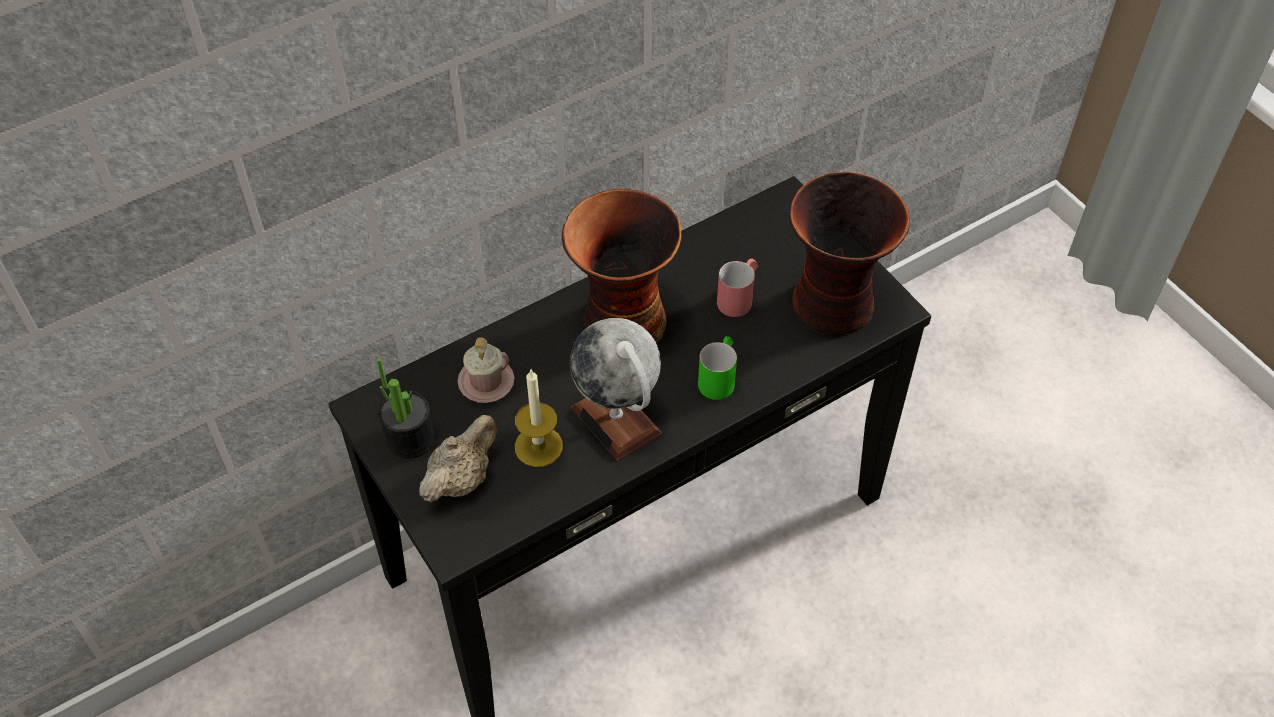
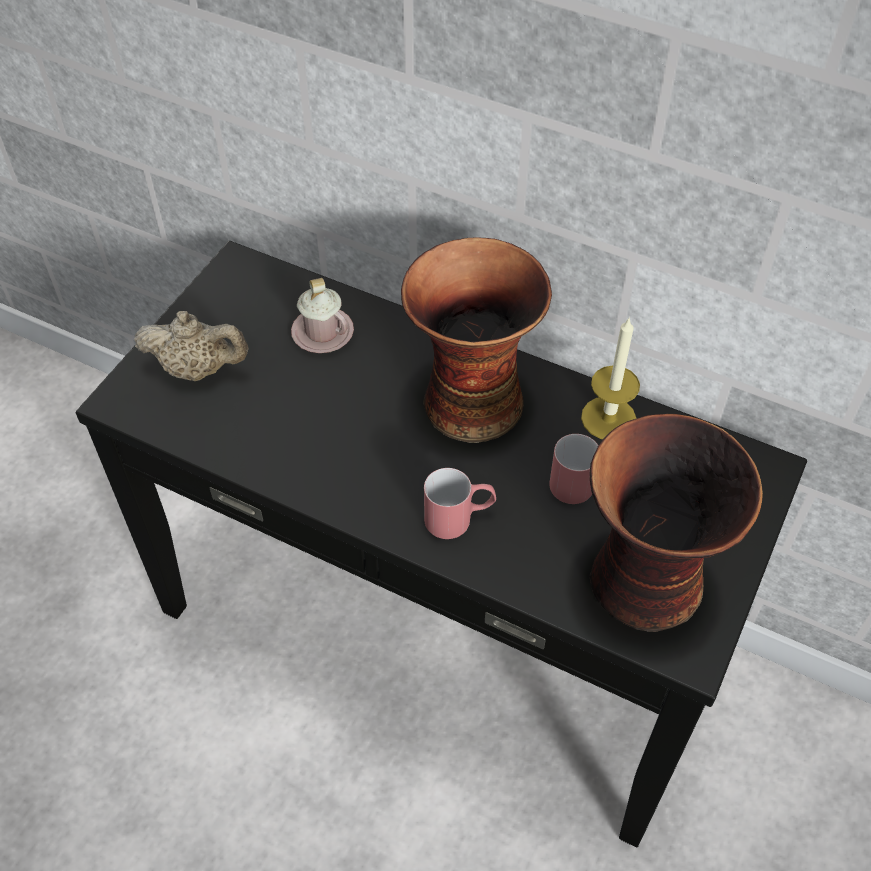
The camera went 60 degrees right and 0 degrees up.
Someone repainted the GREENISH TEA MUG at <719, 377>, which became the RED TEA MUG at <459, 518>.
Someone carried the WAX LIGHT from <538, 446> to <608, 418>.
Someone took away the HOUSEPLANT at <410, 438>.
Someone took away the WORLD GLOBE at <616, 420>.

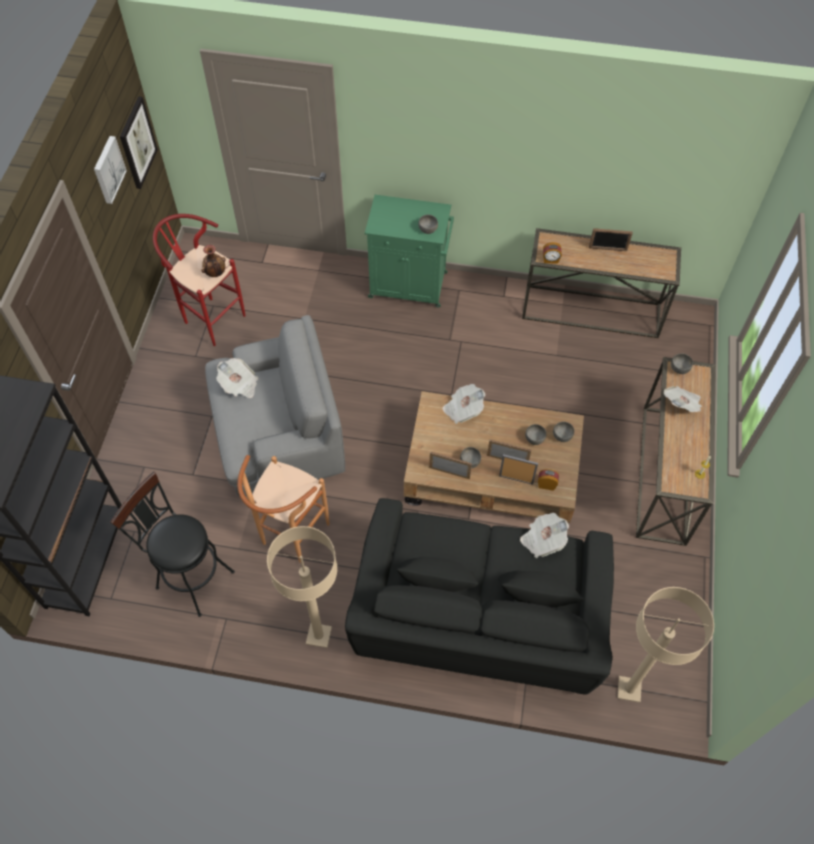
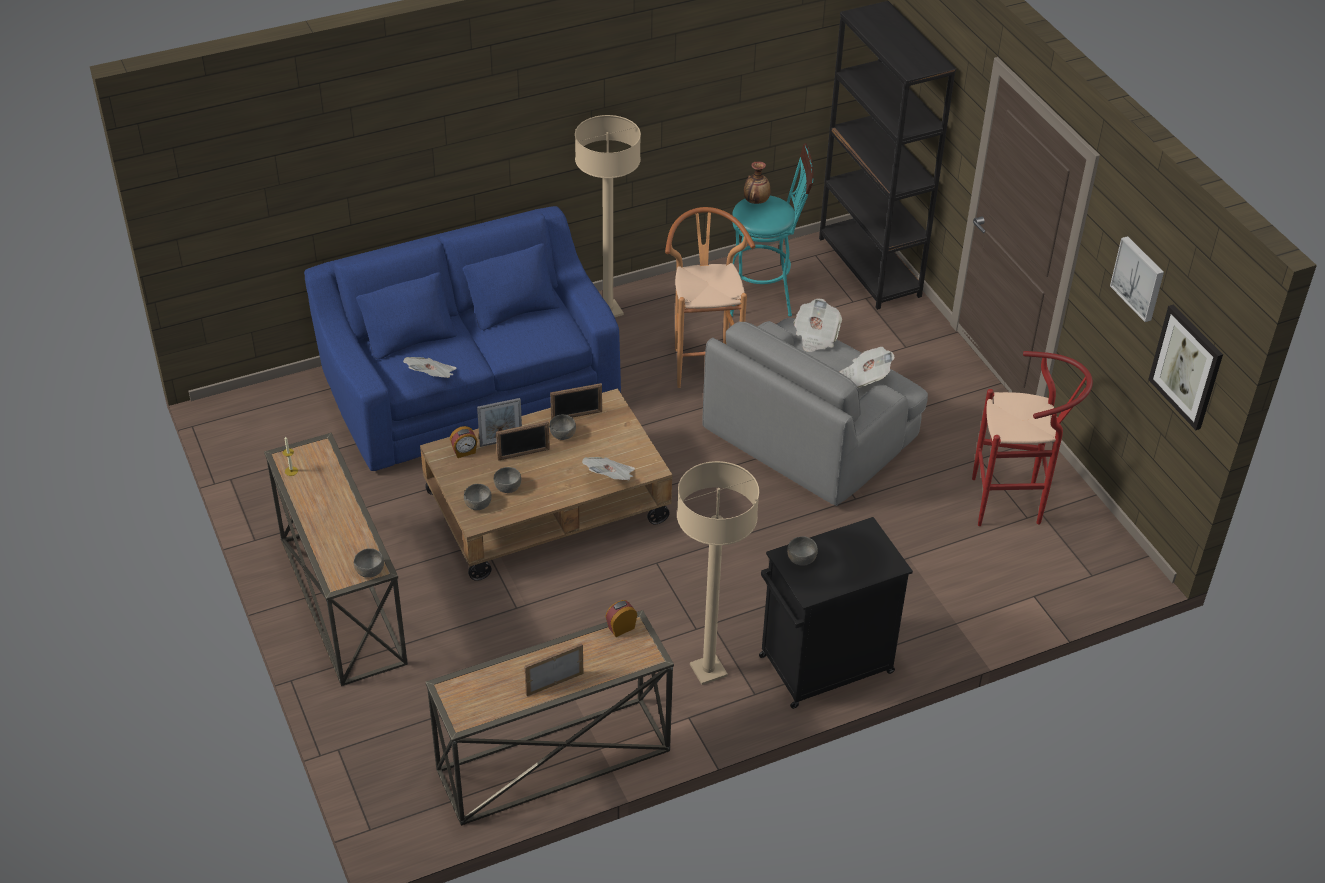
The camera went 145 degrees right and 15 degrees down.
Someone repainted the BLACKISH COUCH at <478, 617>, which became the BLUE-COLOURED COUCH at <469, 386>.
Someone carried the BEIGE STANDING LAMP from <629, 689> to <708, 670>.
Someone repainted the BLACKISH STOOL SEAT at <189, 576>, which became the TURQUOISE-COLOURED STOOL SEAT at <765, 296>.
Someone carried the FLOWER VASE from <215, 273> to <755, 201>.
Someone repainted the GREENISH CABINET at <409, 285>, which became the BLACKISH CABINET at <823, 666>.
Someone carried the PRINTED PAPER from <681, 404> to <815, 336>.

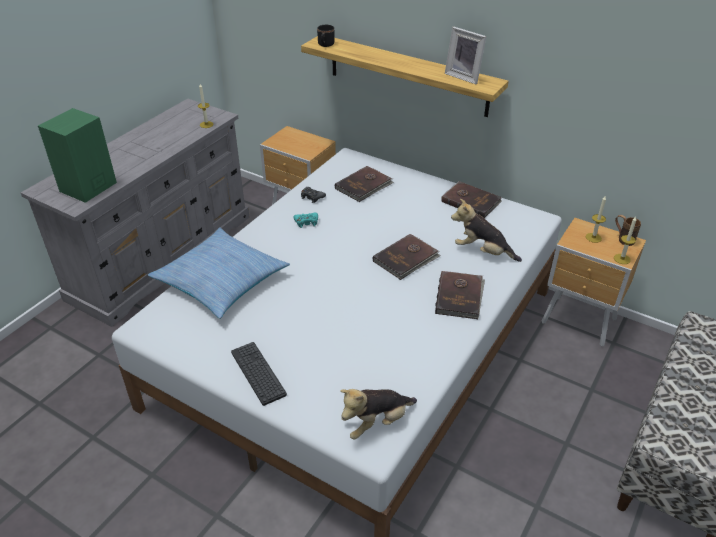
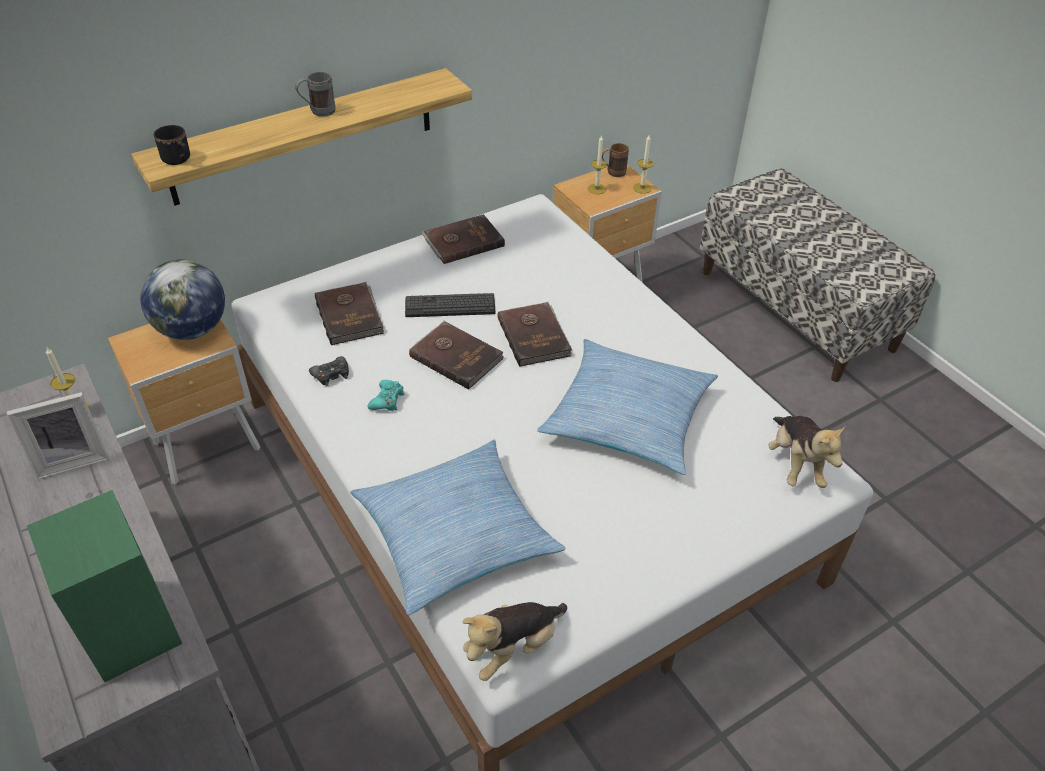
The camera went 65 degrees left and 5 degrees up.
Someone carried the PHOTO FRAME from <464, 76> to <72, 459>.
Someone put down the WORLD GLOBE at <192, 330>.
Someone put down the GREY TEA MUG at <317, 112>.
Someone carried the KEYBOARD from <258, 373> to <450, 306>.
Someone carried the BROWN-COLOURED BOUND BOOK from <460, 296> to <456, 356>.
Someone carried the SOFT TOY from <482, 252> to <513, 648>.
Someone put down the PILLOW at <628, 417>.

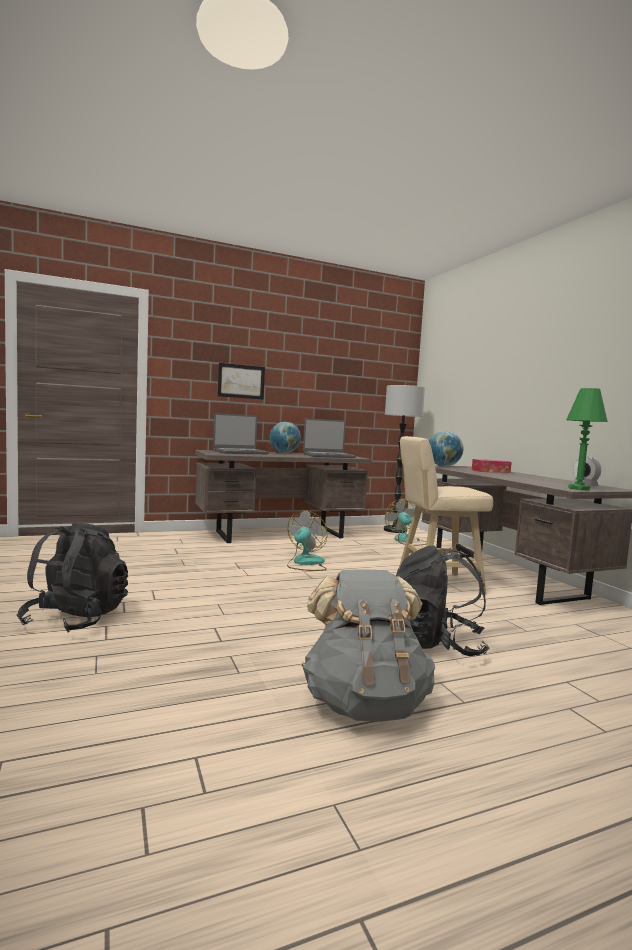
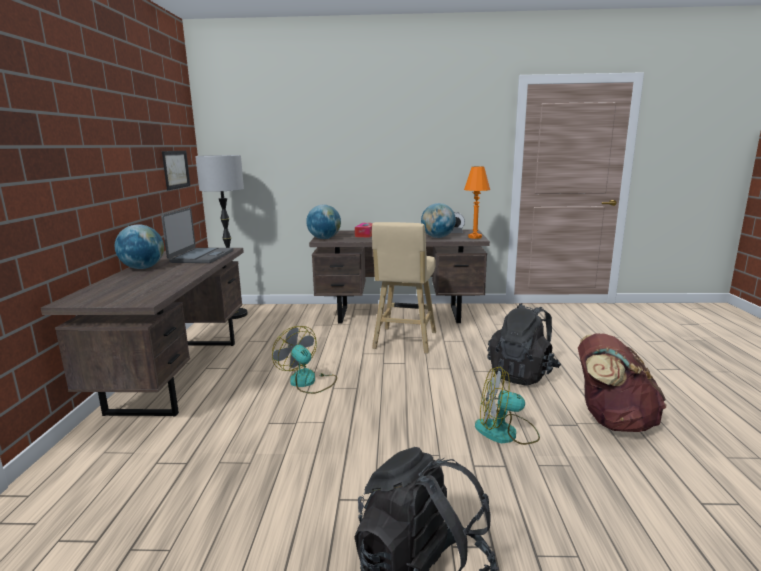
The camera went 65 degrees left and 10 degrees up.
Someone carried the PICTURE from <241, 381> to <176, 169>.
Someone put down the WORLD GLOBE at <437, 237>.
Someone repainted the GREENISH TABLETOP LAMP at <579, 489>, which became the ORANGEY TABLETOP LAMP at <475, 237>.
Someone carried the FAN from <406, 541> to <506, 432>.
Someone repainted the GREY KNAPSACK at <365, 703>, which became the BROWN-COLOURED KNAPSACK at <612, 421>.
Someone took away the PORTABLE COMPUTER at <240, 452>.

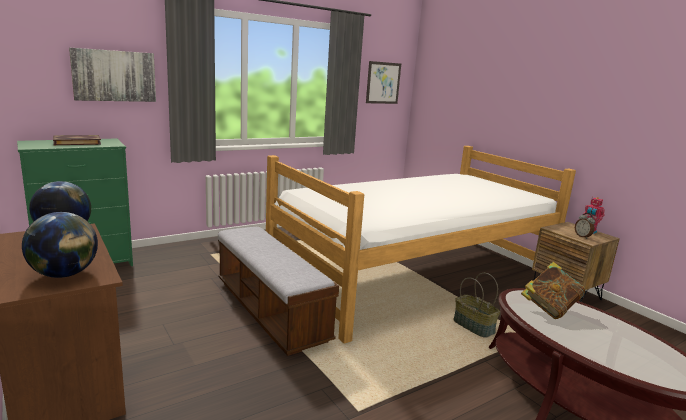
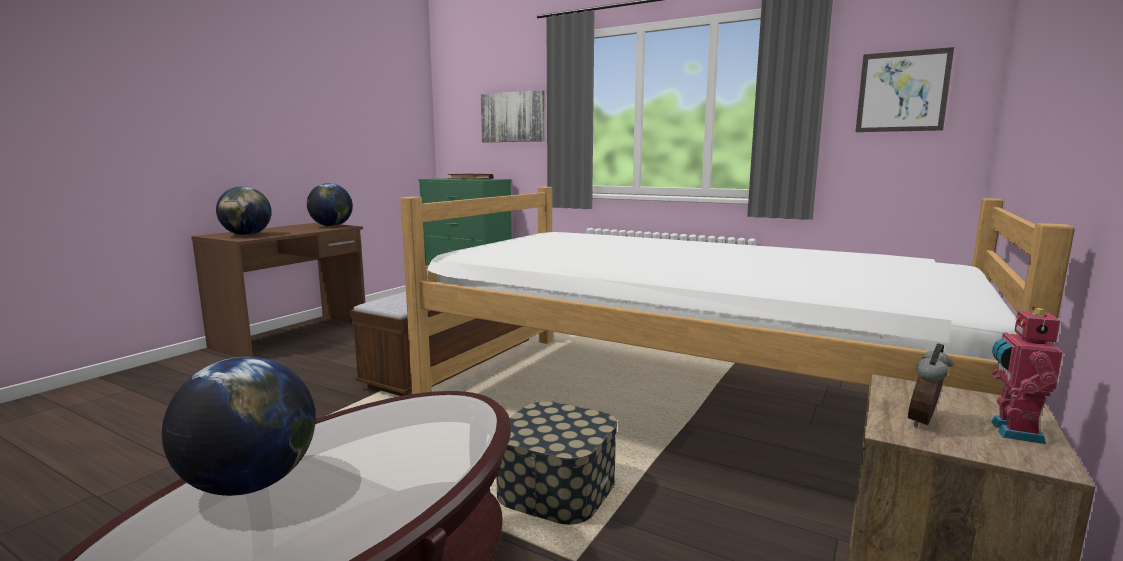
The camera went 65 degrees right and 5 degrees down.
Someone put down the WORLD GLOBE at <250, 484>.
Someone swapped the STORAGE BASKET at <474, 326> for the STORAGE CONTAINER at <556, 489>.
Someone took away the BOUND BOOK at <549, 308>.

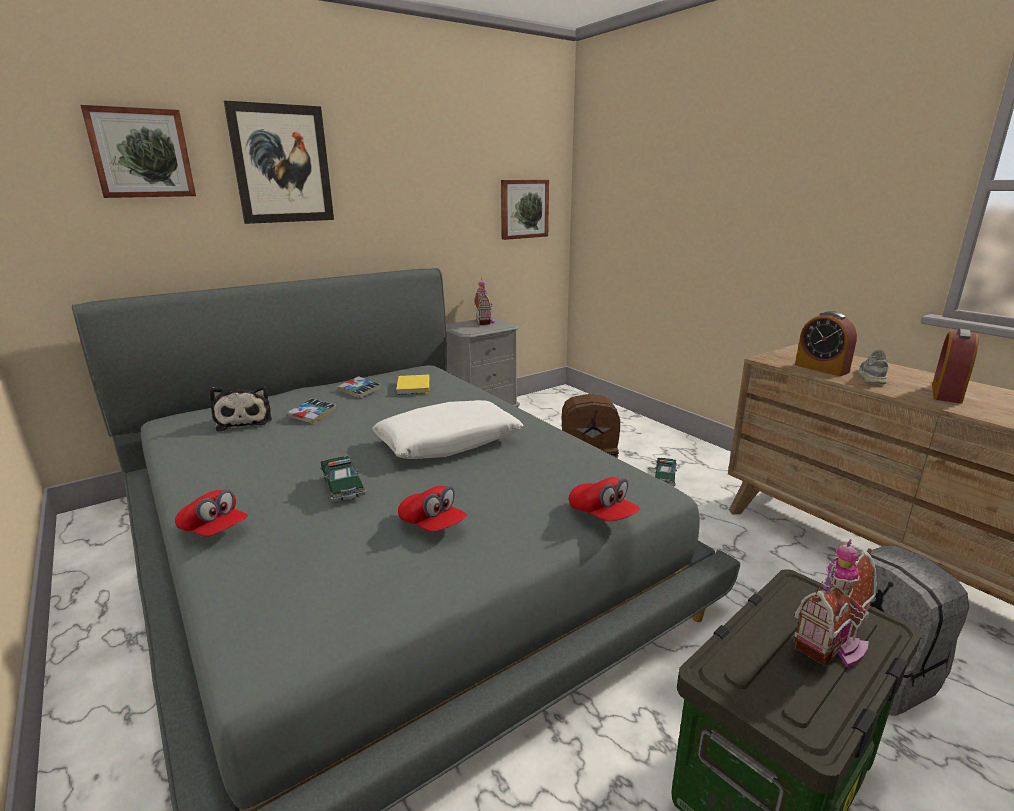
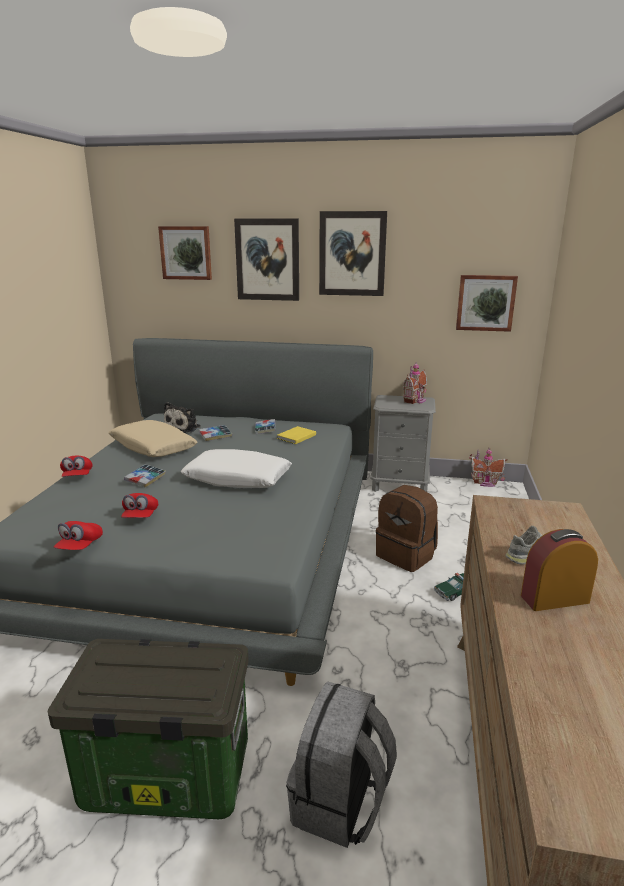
The camera went 45 degrees right and 0 degrees up.
Someone carried the RED CAP from <602, 515> to <80, 546>.
Someone put down the BEIGE PILLOW at <153, 447>.
Someone swapped the TOY CAR at <342, 486> for the BOUND BOOK at <145, 479>.
Someone put up the PICTURE at <352, 254>.
Someone carried the MINIATURE HOUSE from <834, 644> to <485, 483>.
Someone took away the TABLE CLOCK at <821, 368>.

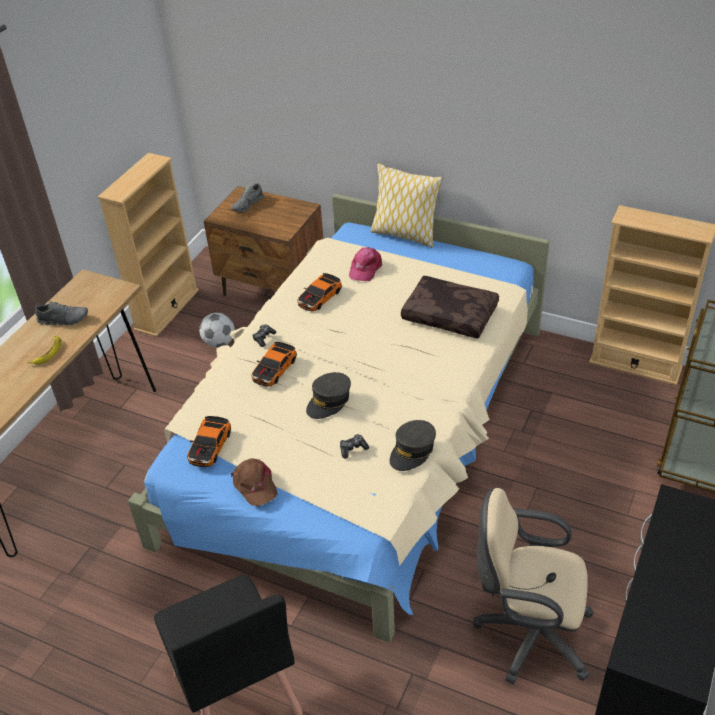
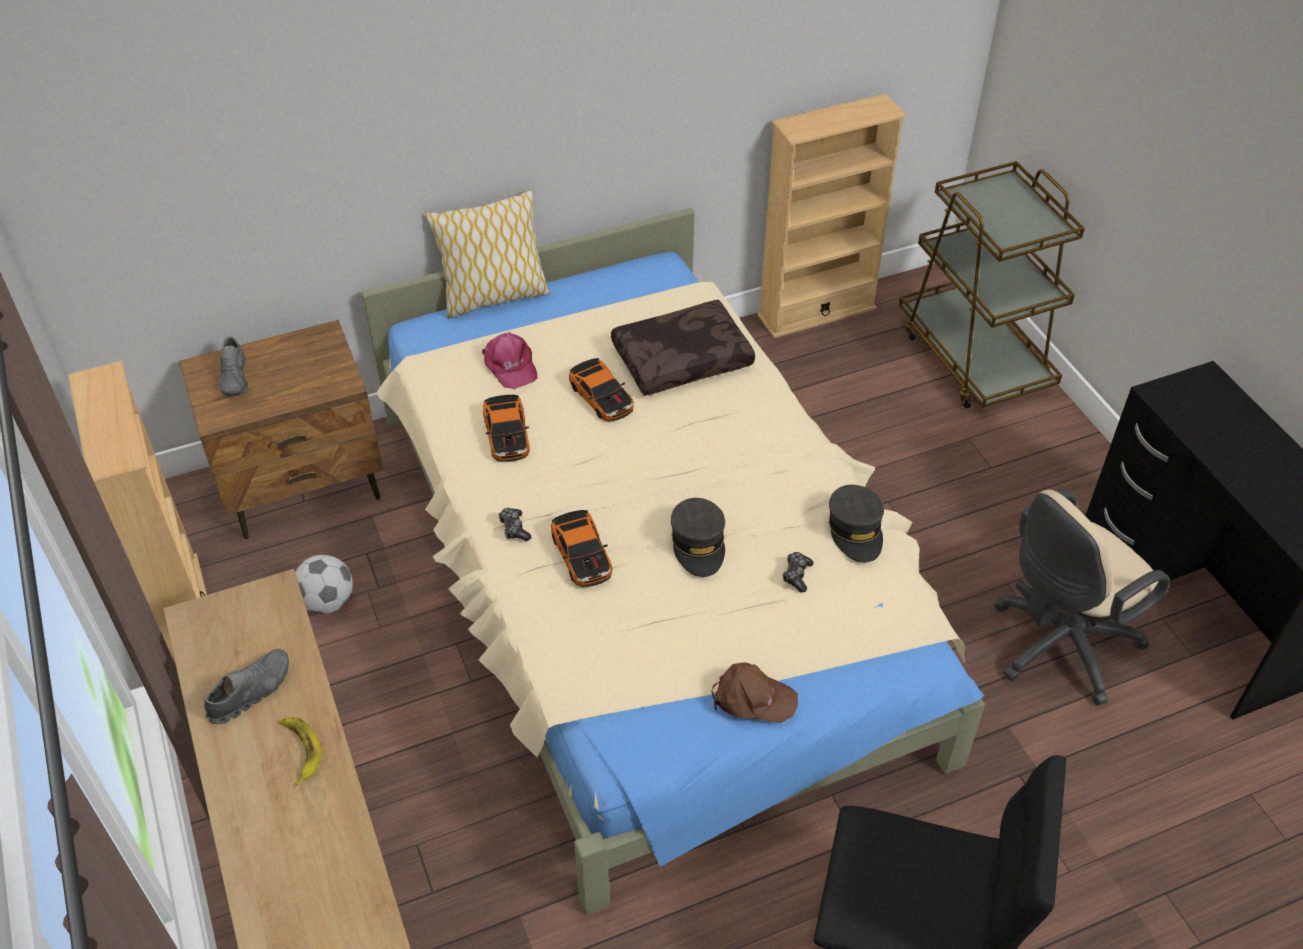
The camera went 50 degrees left and 5 degrees up.
Someone carried the TOY CAR from <210, 446> to <603, 396>.

